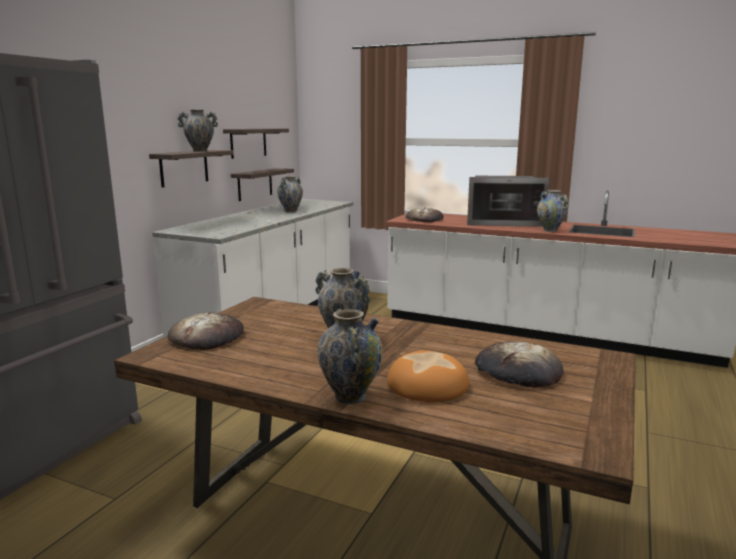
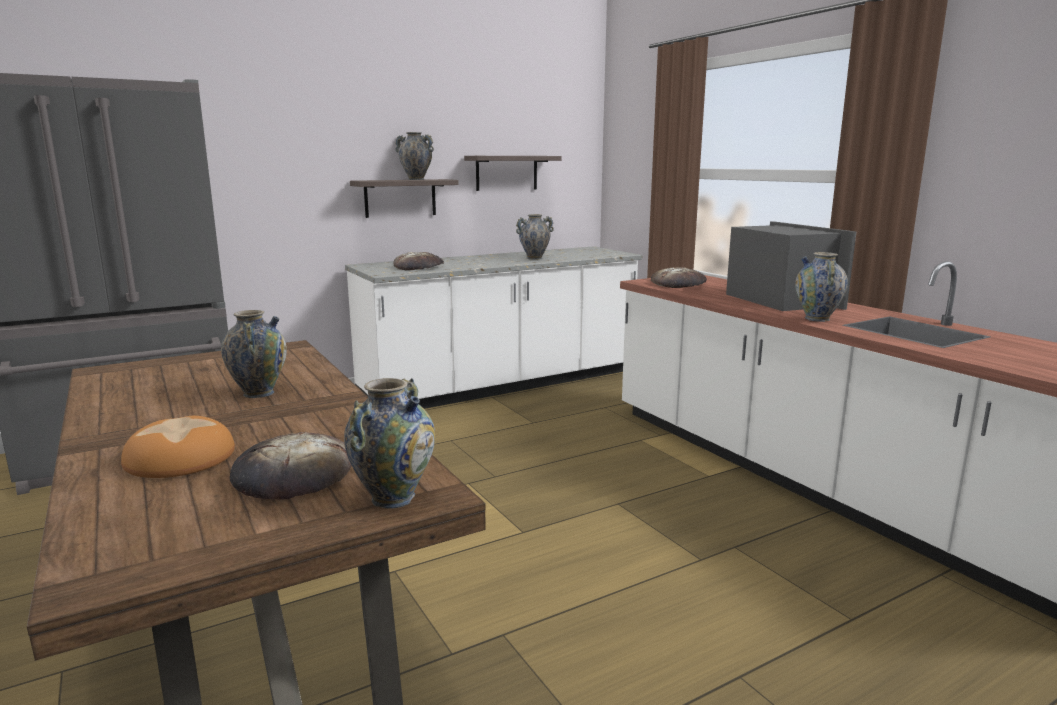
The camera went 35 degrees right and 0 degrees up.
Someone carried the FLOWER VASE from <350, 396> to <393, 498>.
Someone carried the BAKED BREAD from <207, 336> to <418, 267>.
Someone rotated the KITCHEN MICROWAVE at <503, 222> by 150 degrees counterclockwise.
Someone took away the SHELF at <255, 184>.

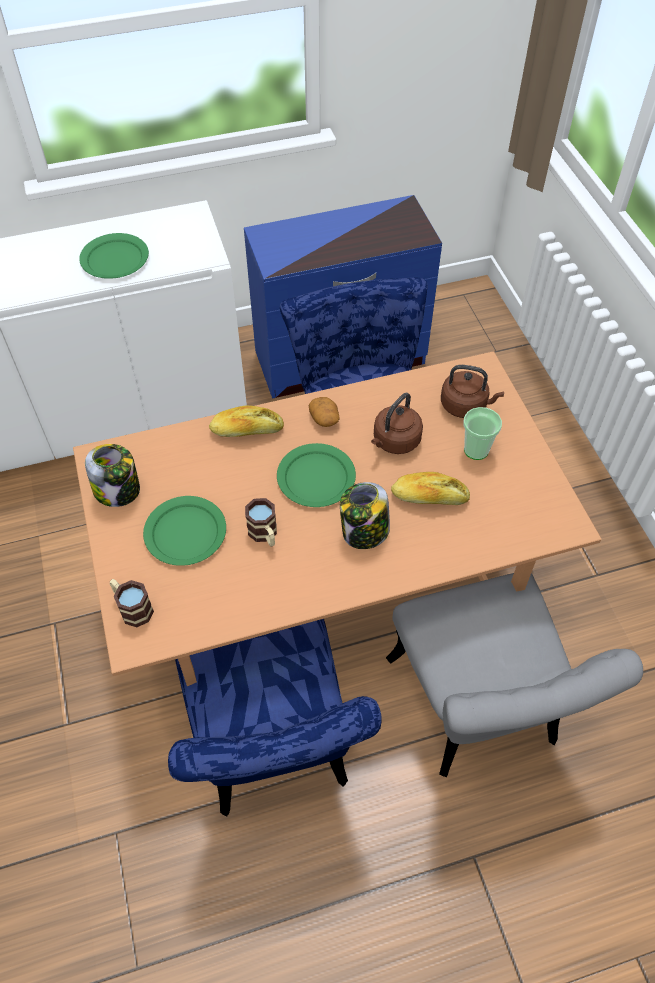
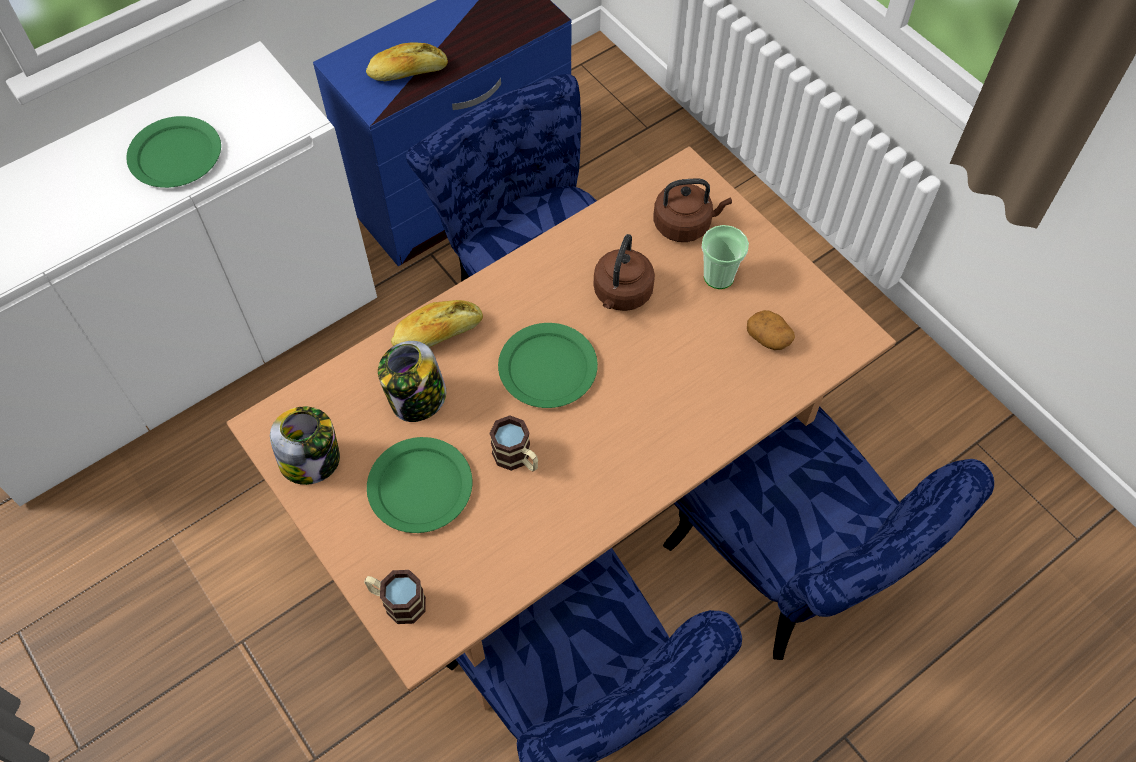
The camera went 20 degrees left and 5 degrees up.
Someone carried the BAKED BREAD from <429, 497> to <408, 72>.
Someone carried the PRESERVE JAR from <364, 532> to <417, 399>.
Someone repainted the GREY CHAIR at <479, 713>, which became the BLUE-COLOURED CHAIR at <790, 574>.
Someone carried the SPUD from <324, 418> to <769, 337>.

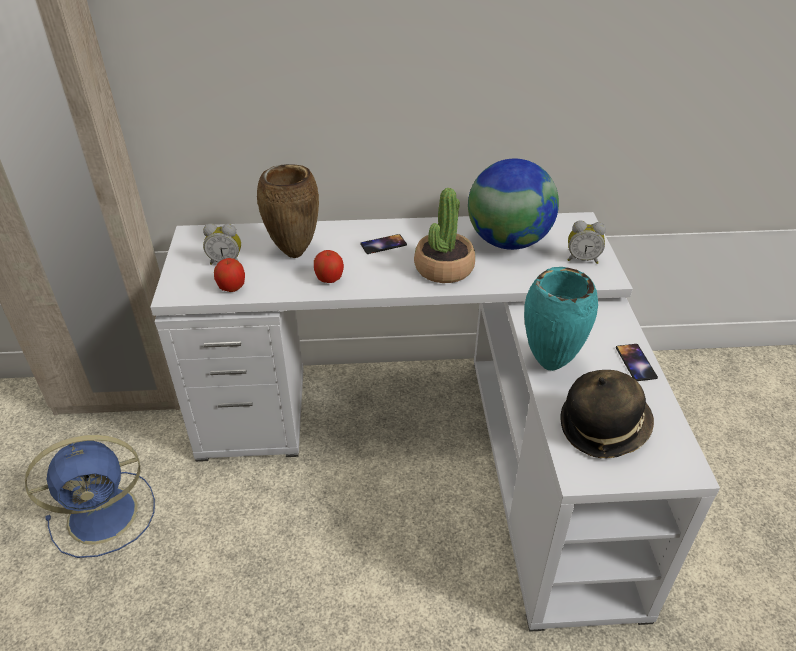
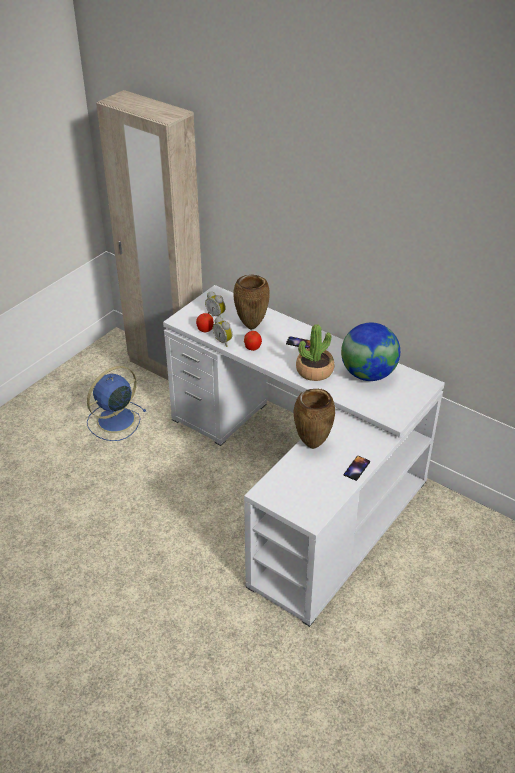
The camera went 40 degrees right and 0 degrees up.
Someone rotated the BLUE-COLOURED FAN at <106, 513> by 120 degrees clockwise.
Someone carried the TABLE CLOCK from <582, 259> to <224, 341>.
Someone repainted the TURQUOISE-COLOURED FLOWER VASE at <548, 365>, which became the BROWN-COLOURED FLOWER VASE at <311, 444>.
Someone took away the CLOTHING HAT at <603, 427>.

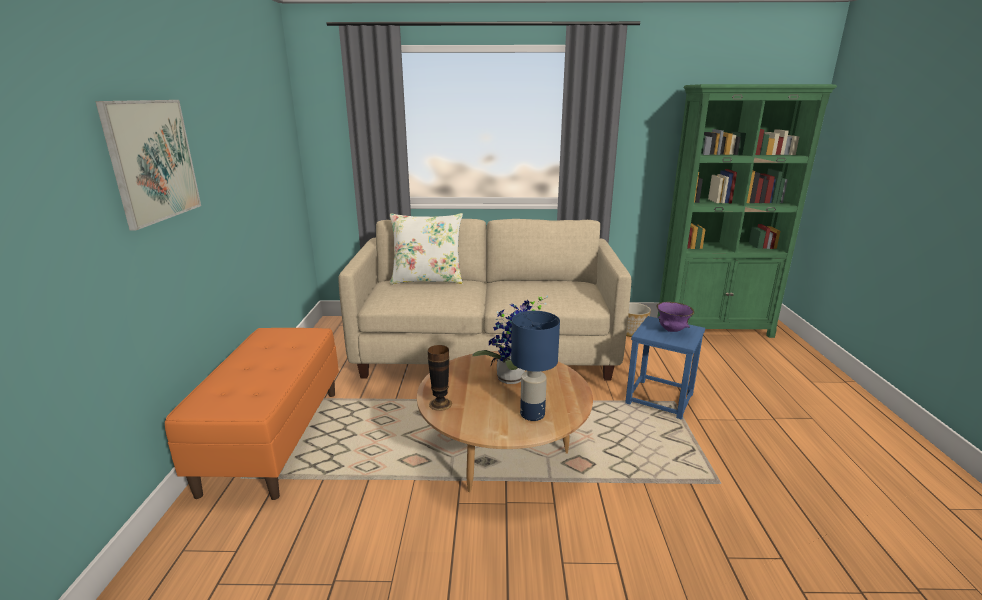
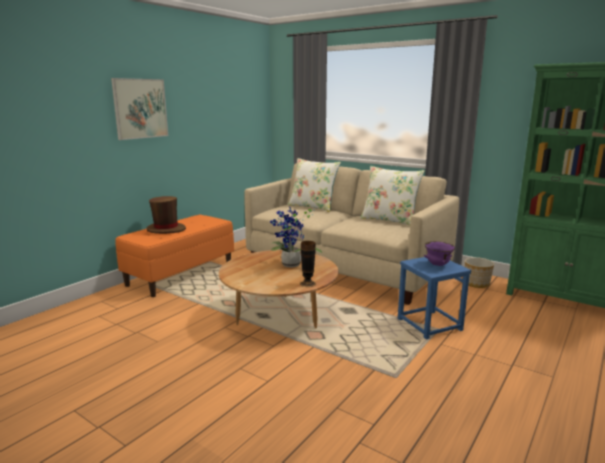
The camera went 35 degrees right and 5 degrees down.
Someone put down the BROWN-COLOURED CLOTHING HAT at <166, 229>.
Someone carried the FLOWER VASE from <440, 404> to <307, 283>.
Someone put down the WHITE PILLOW at <389, 220>.
Someone took away the BLUE-COLOURED TABLETOP LAMP at <532, 414>.

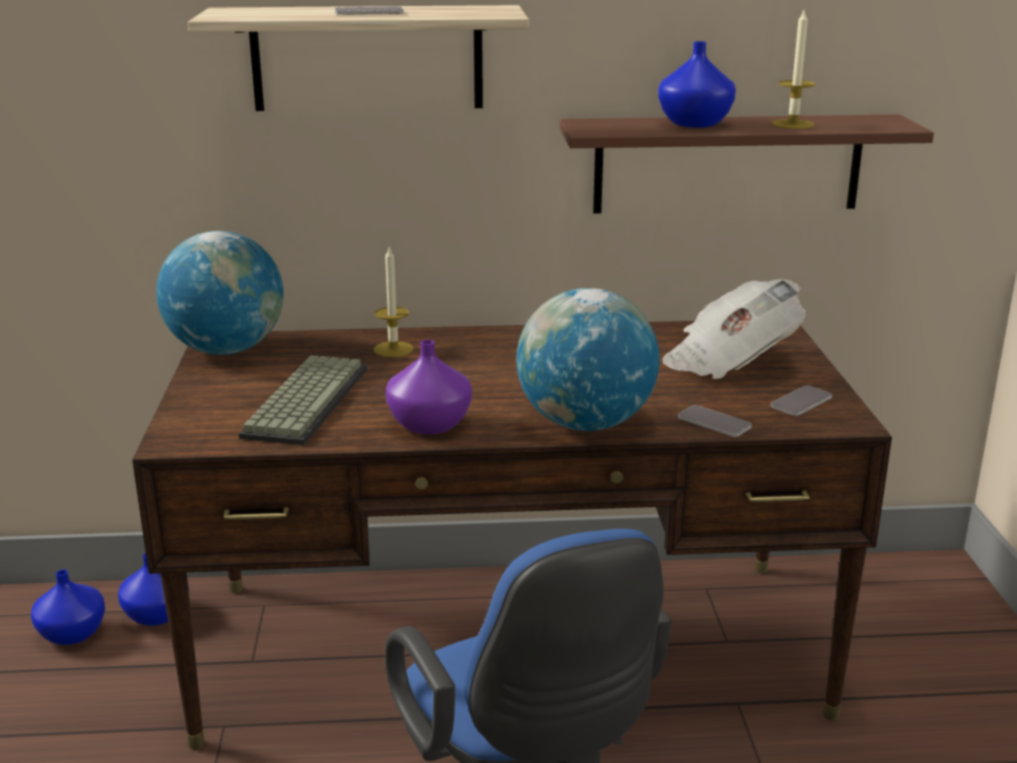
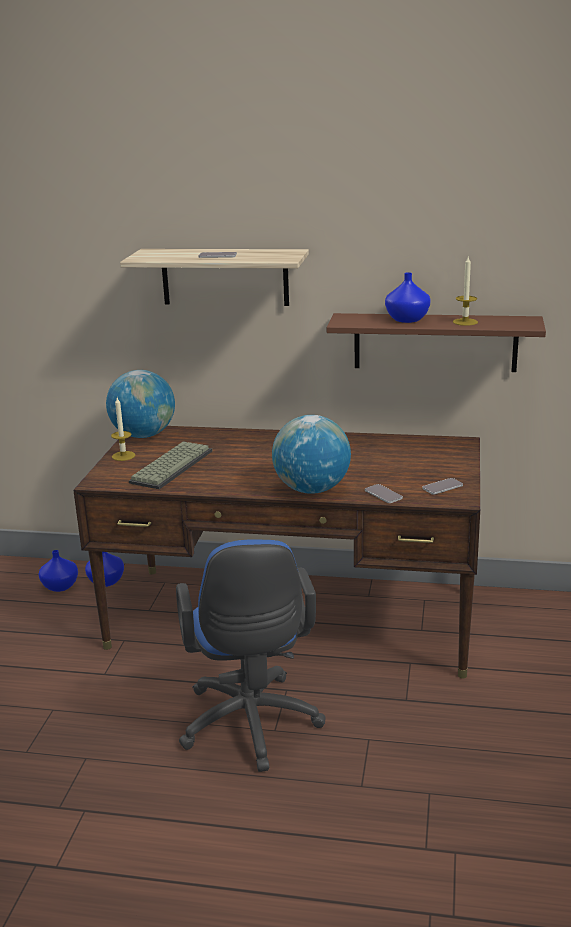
The camera went 15 degrees right and 0 degrees up.
Someone carried the WAX LIGHT from <393, 349> to <123, 456>.
Someone took away the PURPLISH FLOWER VASE at <428, 424>.
Someone took away the PRINTED PAPER at <729, 362>.

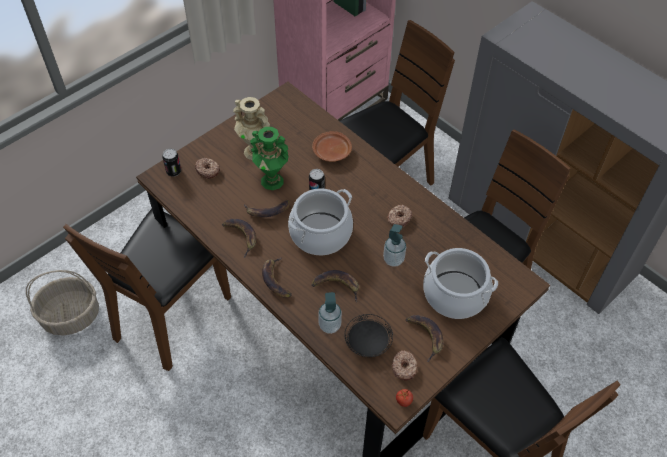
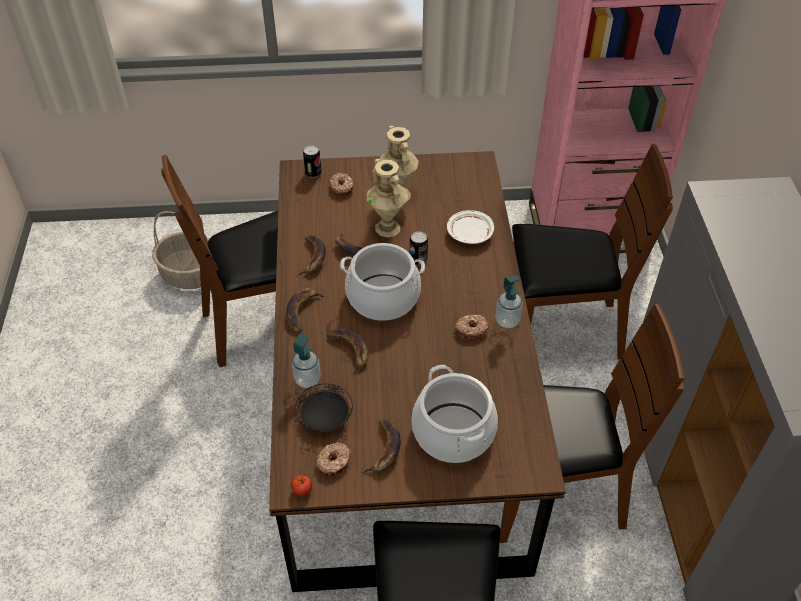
The camera went 40 degrees right and 5 degrees down.
Someone repainted the GREENISH FLOWER VASE at <272, 181>, which became the BEIGE FLOWER VASE at <388, 228>.
Someone repainted the BROWN-COLOURED FLAT DISH at <332, 152>, which became the WHITE FLAT DISH at <469, 234>.
Someone carried the LIQUID SOAP BOTTLE from <393, 259> to <507, 321>.

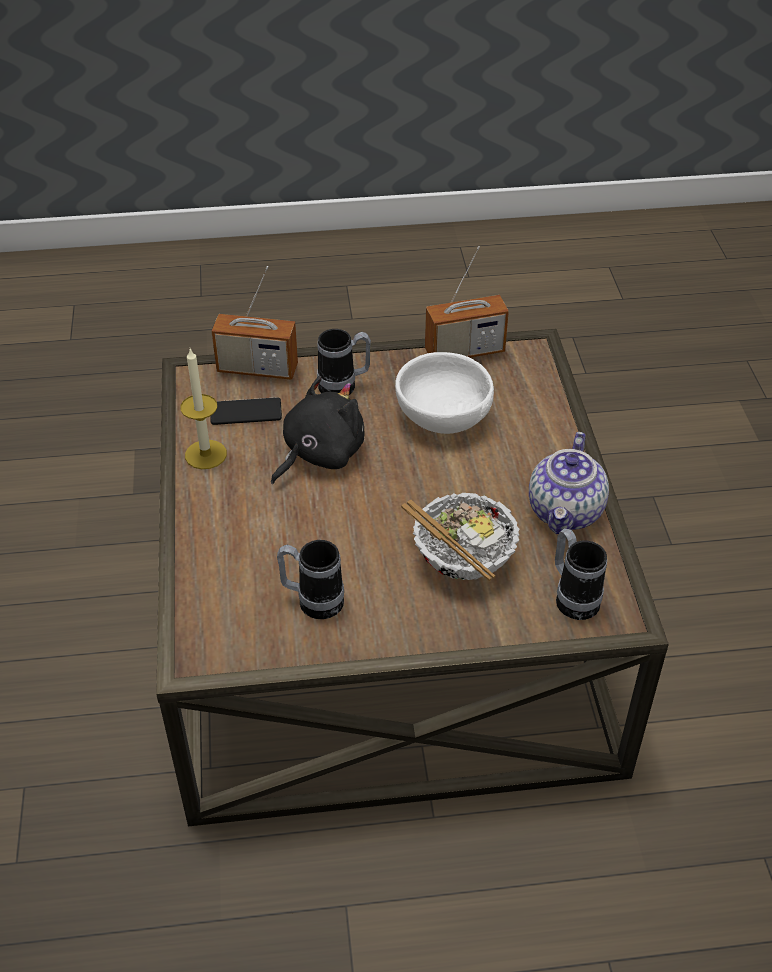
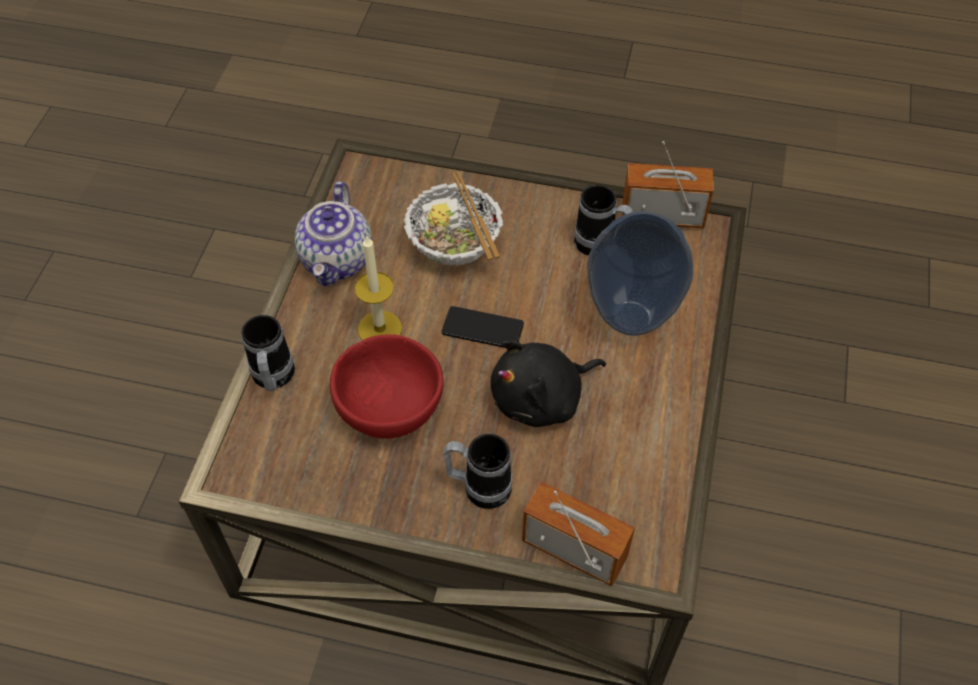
The camera went 160 degrees left and 10 degrees up.
Someone carried the TEA MUG from <572, 597> to <273, 379>.
Someone rotated the TEA POT at <566, 512> by 150 degrees clockwise.
Someone repainted the WHITE BOWL at <443, 415>, which became the RED BOWL at <388, 409>.
Someone carried the WAX LIGHT from <205, 454> to <380, 329>.
Someone carried the PHONE from <246, 412> to <482, 328>.
Someone put down the FLOWER VASE at <630, 319>.
Someone carried the RADIO from <464, 351> to <662, 216>.

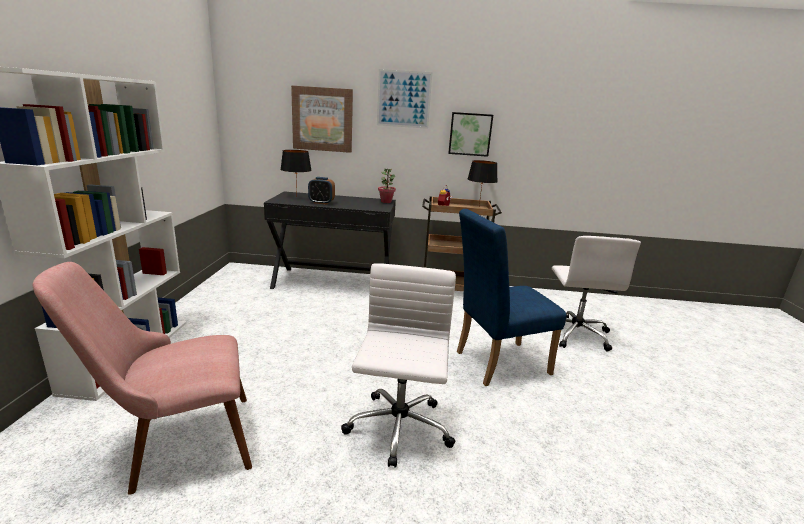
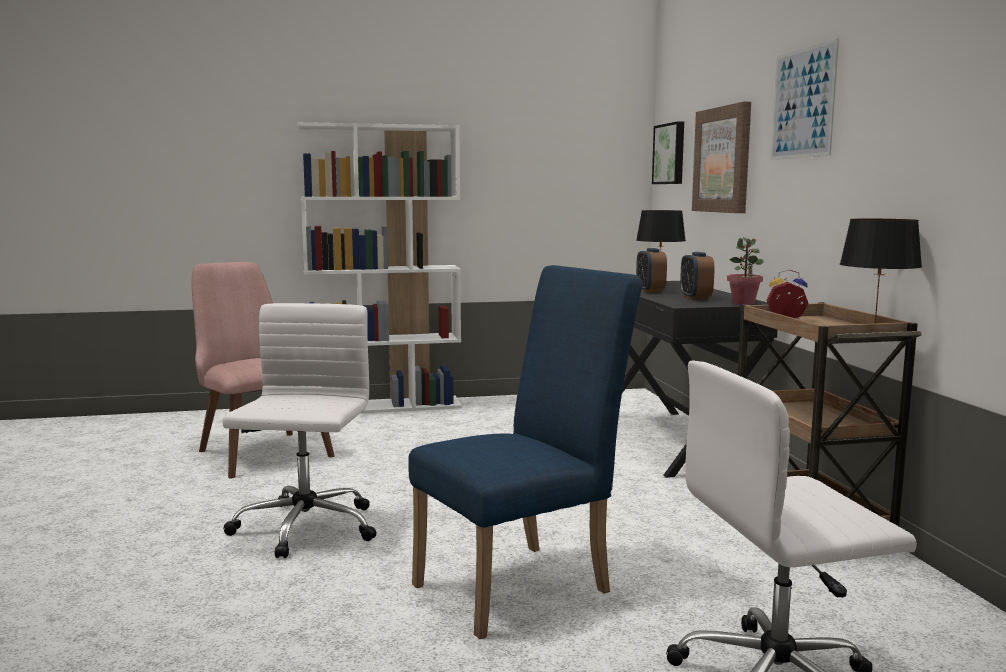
The camera went 75 degrees right and 10 degrees down.
Someone rotated the WHITE COMPUTER CHAIR at <398, 429> by 75 degrees counterclockwise.
Someone rotated the BLUE-COLOURED CHAIR at <495, 363> by 90 degrees clockwise.
Someone carried the PICTURE from <470, 134> to <670, 154>.
Someone put down the TABLE CLOCK at <695, 297>.

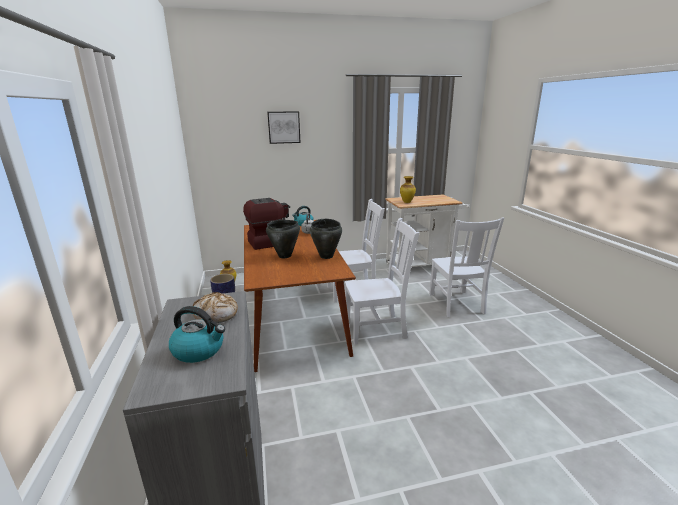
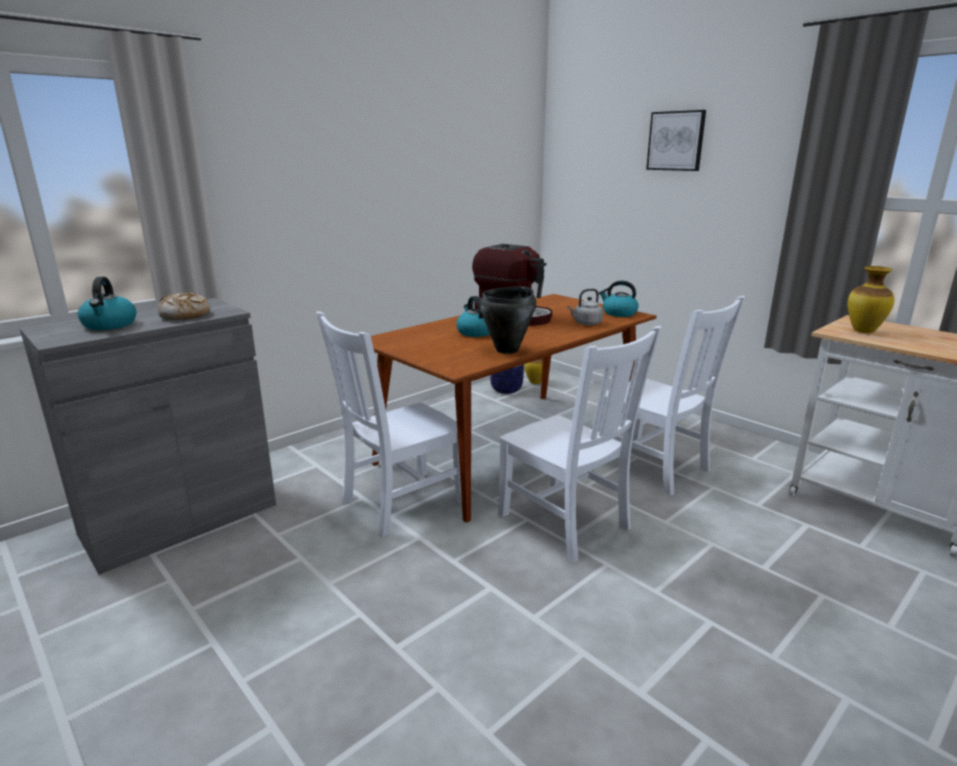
The camera went 60 degrees right and 0 degrees up.
Someone carried the WHITE CHAIR from <456, 304> to <399, 503>.
Someone swapped the BLACKISH COOKING POT at <285, 256> for the TEA KETTLE at <475, 332>.

